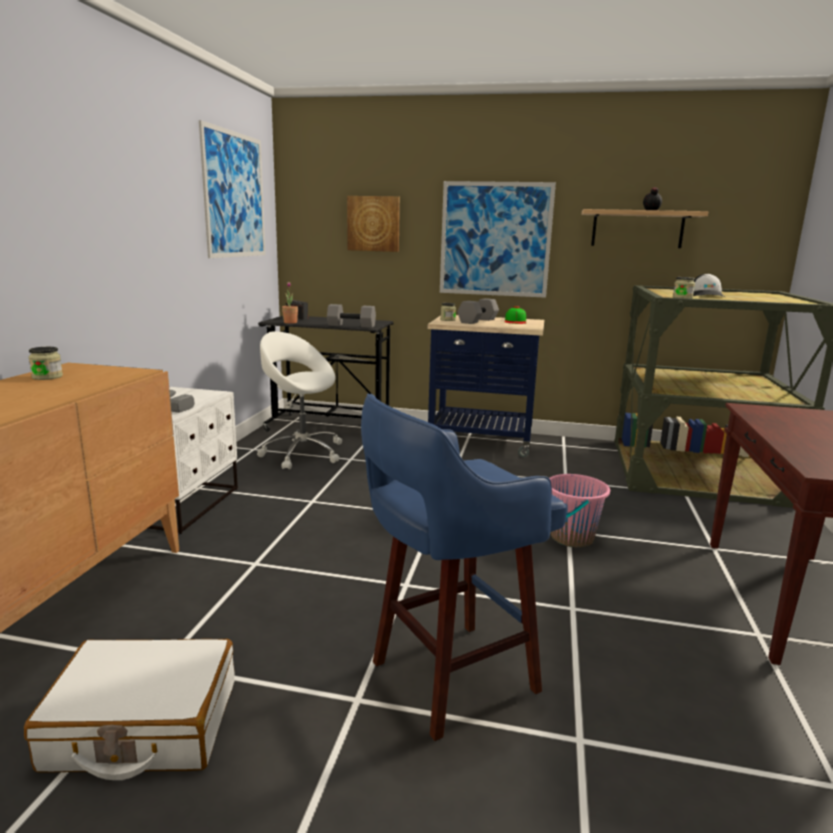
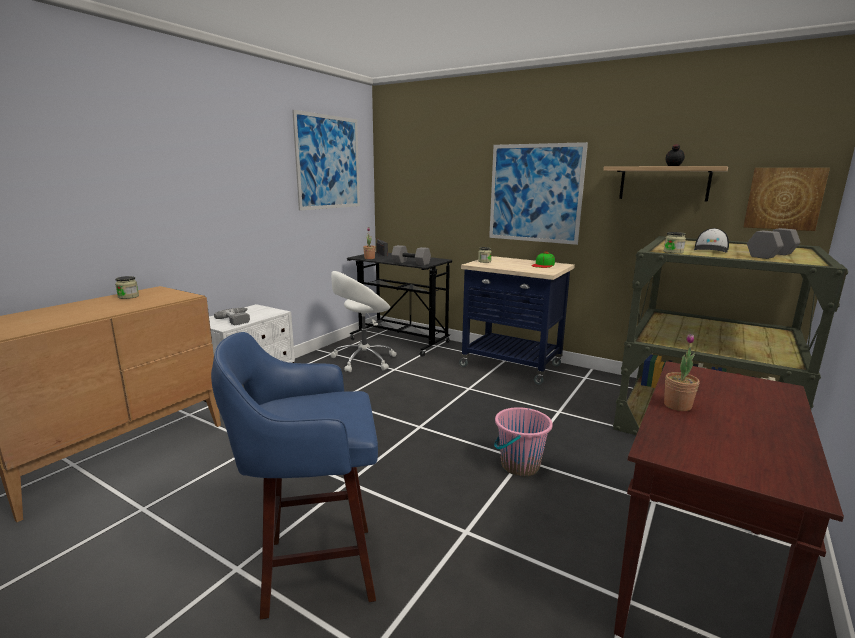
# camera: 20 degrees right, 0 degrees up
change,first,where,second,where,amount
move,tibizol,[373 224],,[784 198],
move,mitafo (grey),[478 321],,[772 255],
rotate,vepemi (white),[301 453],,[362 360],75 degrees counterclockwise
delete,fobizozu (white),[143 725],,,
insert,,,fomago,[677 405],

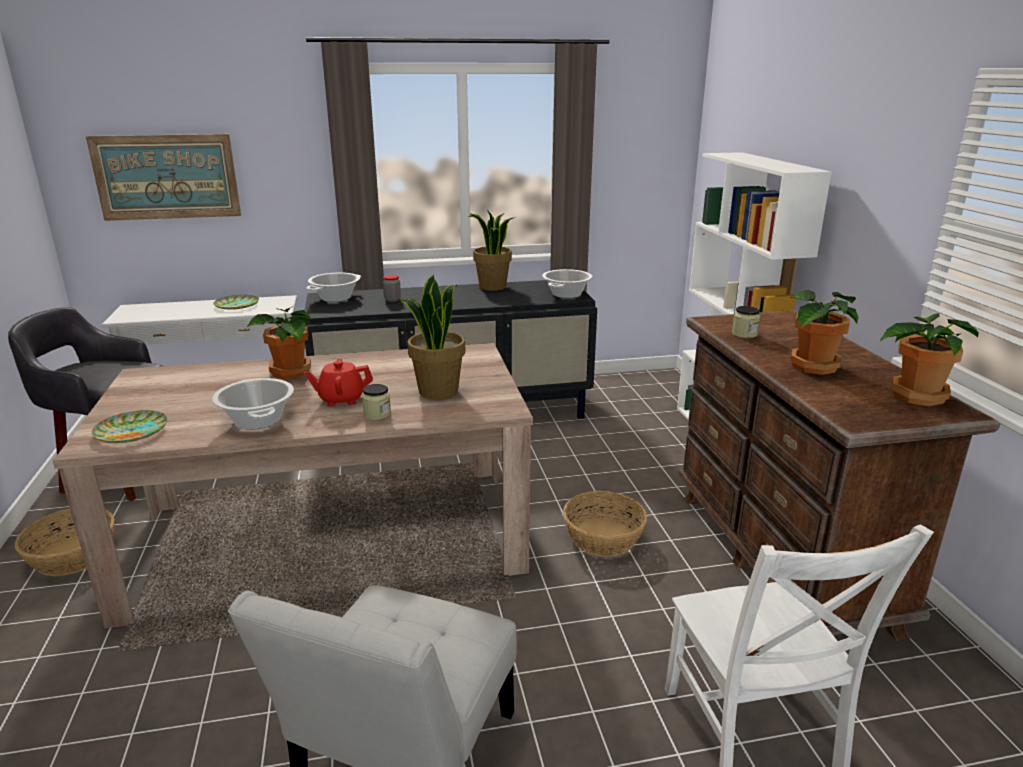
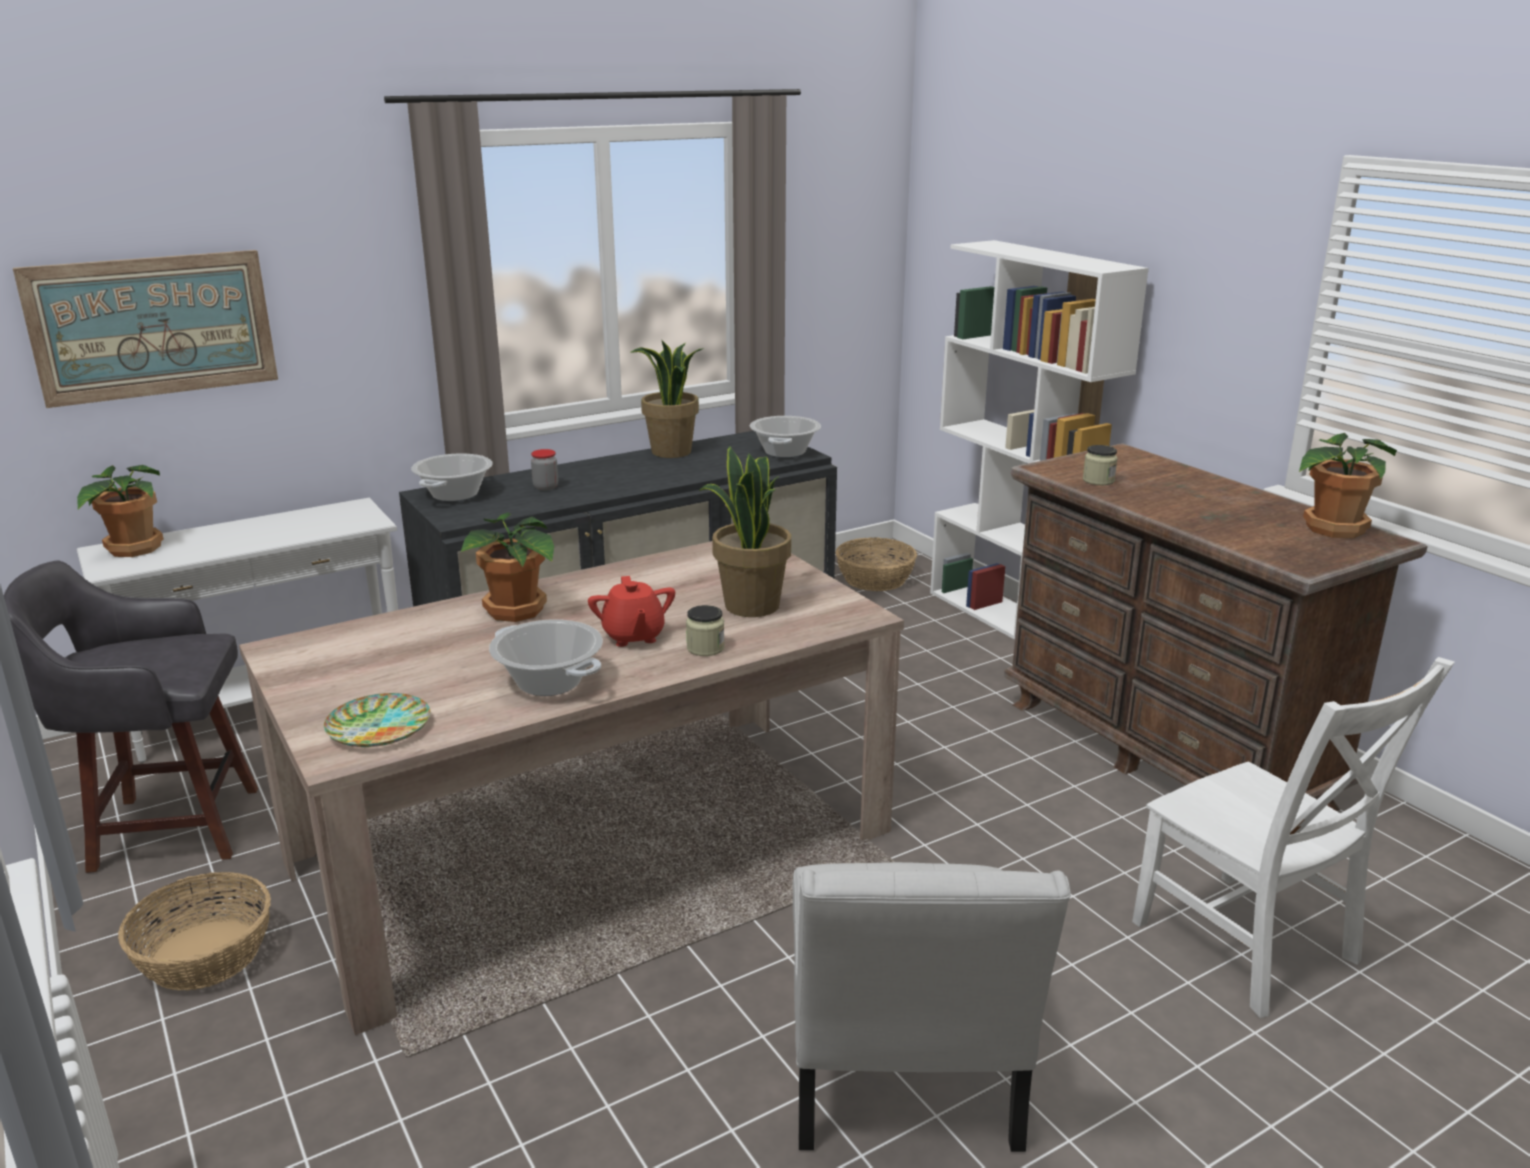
# camera: 20 degrees left, 0 degrees up
change,first,where,second,where,amount
move,fomago,[812 366],,[132 549],
delete,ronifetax,[236 305],,,
rotate,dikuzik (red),[341 399],,[633 636],75 degrees counterclockwise
move,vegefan,[603 537],,[875 579],

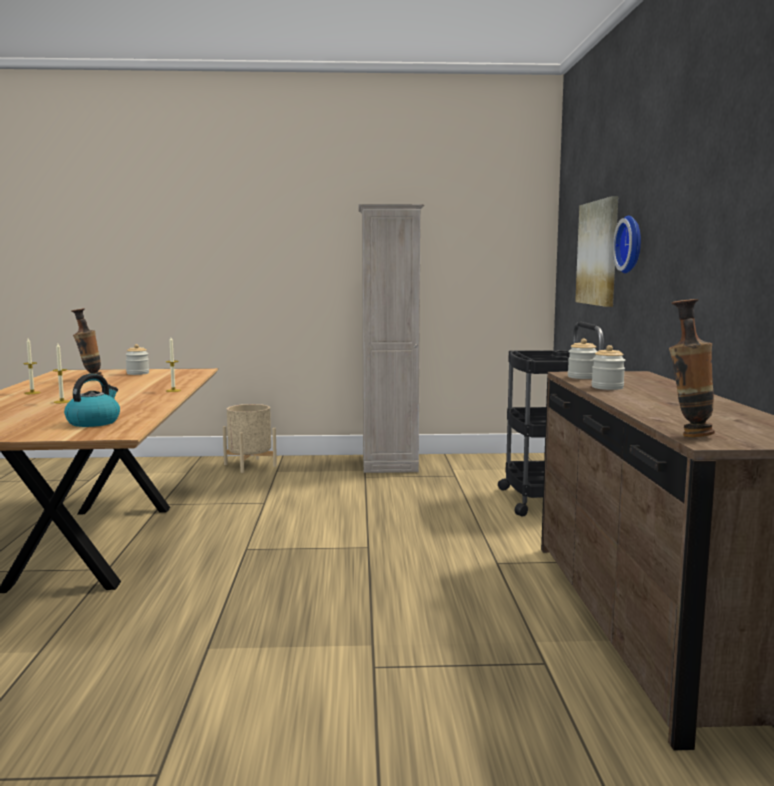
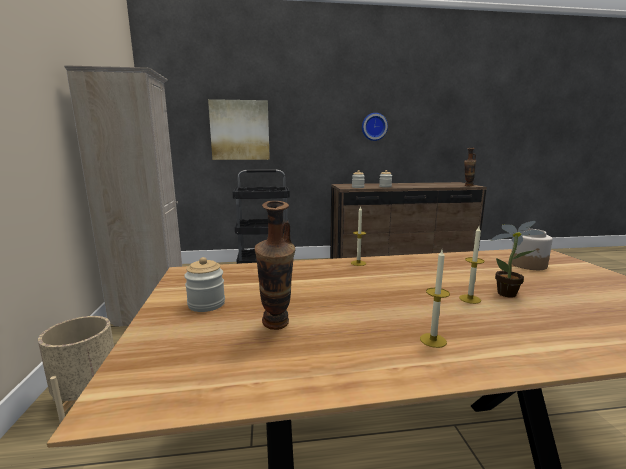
# camera: 95 degrees left, 5 degrees up
change,first,where,second,where,amount
move,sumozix,[632 244],,[374 127],
replace,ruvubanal,[94 422],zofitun,[528 265],
insert,,,fomago,[510 294],

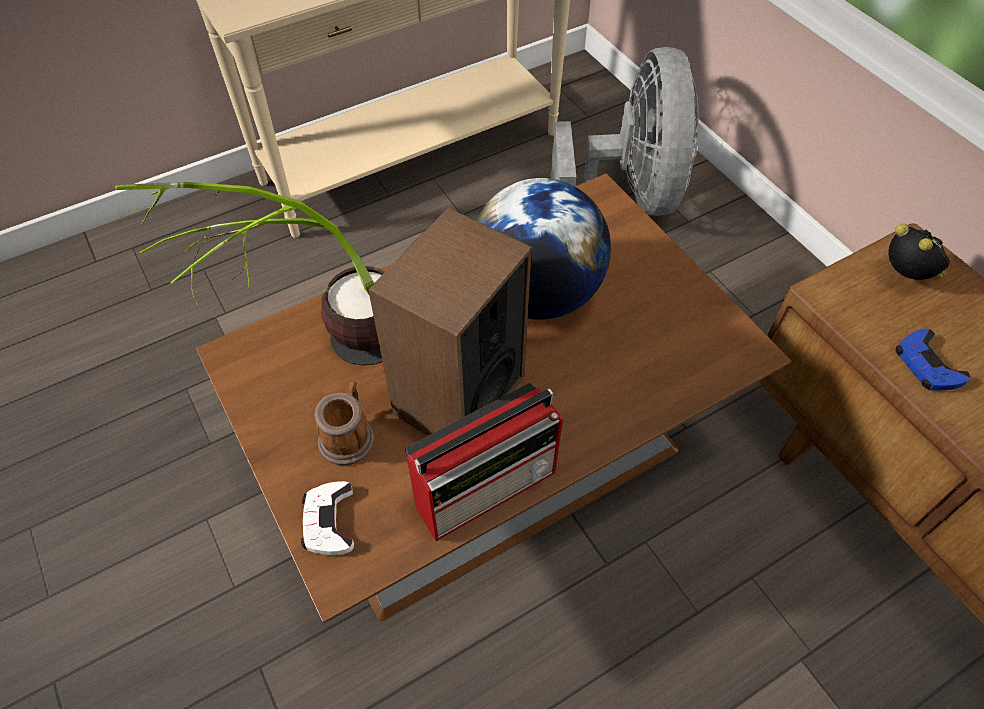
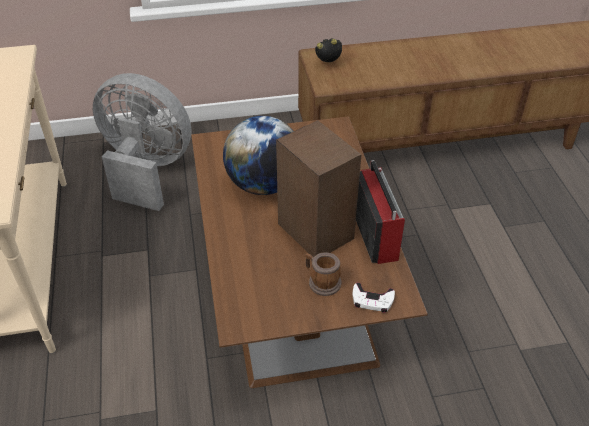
# camera: 70 degrees left, 10 degrees down
change,first,where,second,where,amount
delete,fomago,[324 353],,,
delete,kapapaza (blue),[926 365],,,

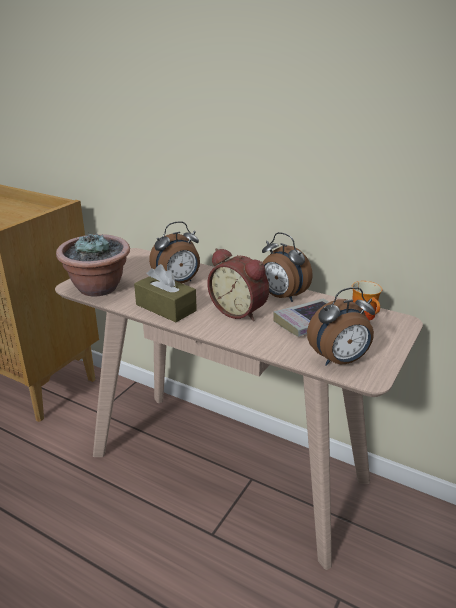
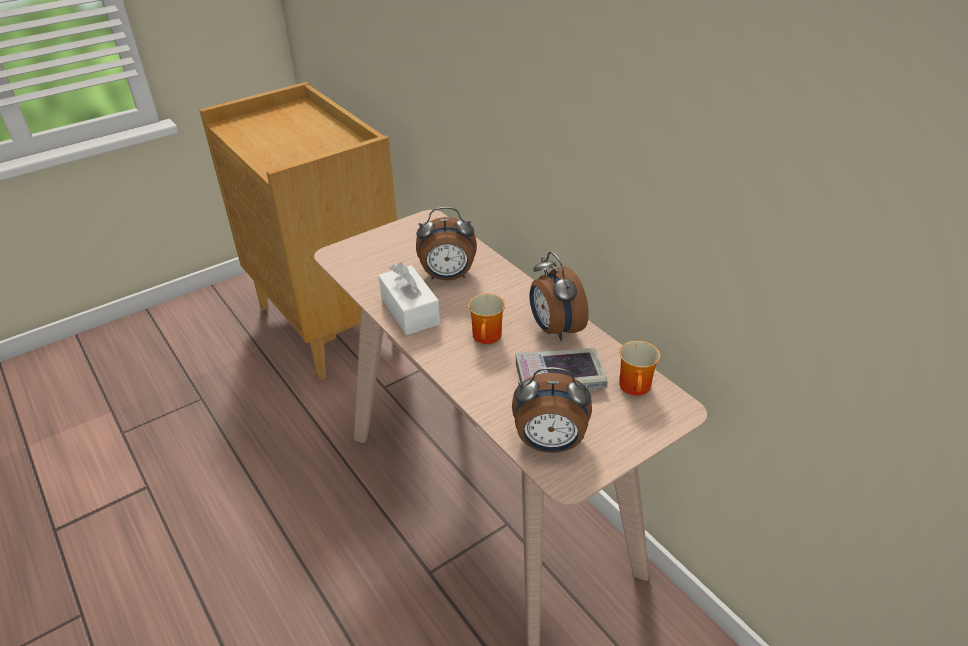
# camera: 25 degrees right, 10 degrees up
change,first,where,second,where,amount
delete,fomago,[98 288],,,
replace,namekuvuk,[240 311],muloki,[489 337],
recolor,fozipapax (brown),[166 308],fozipapax (white),[410 311],

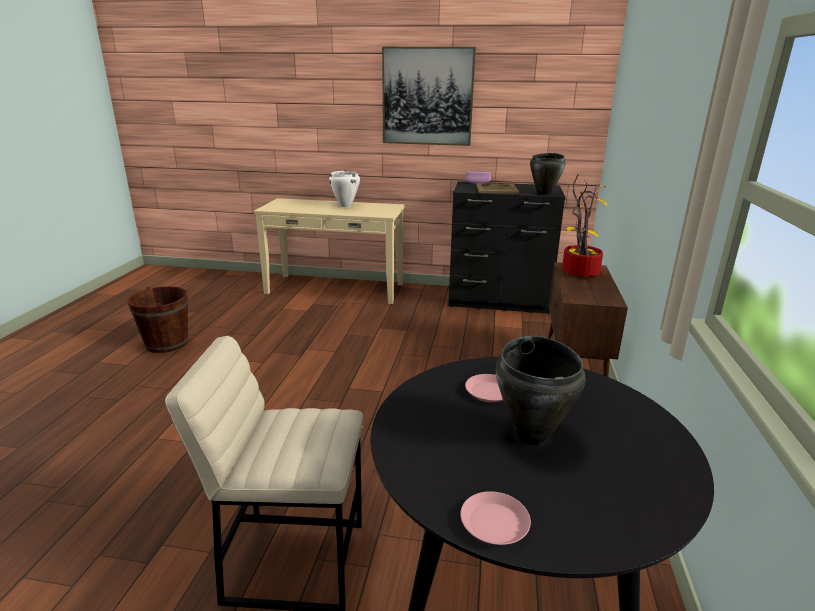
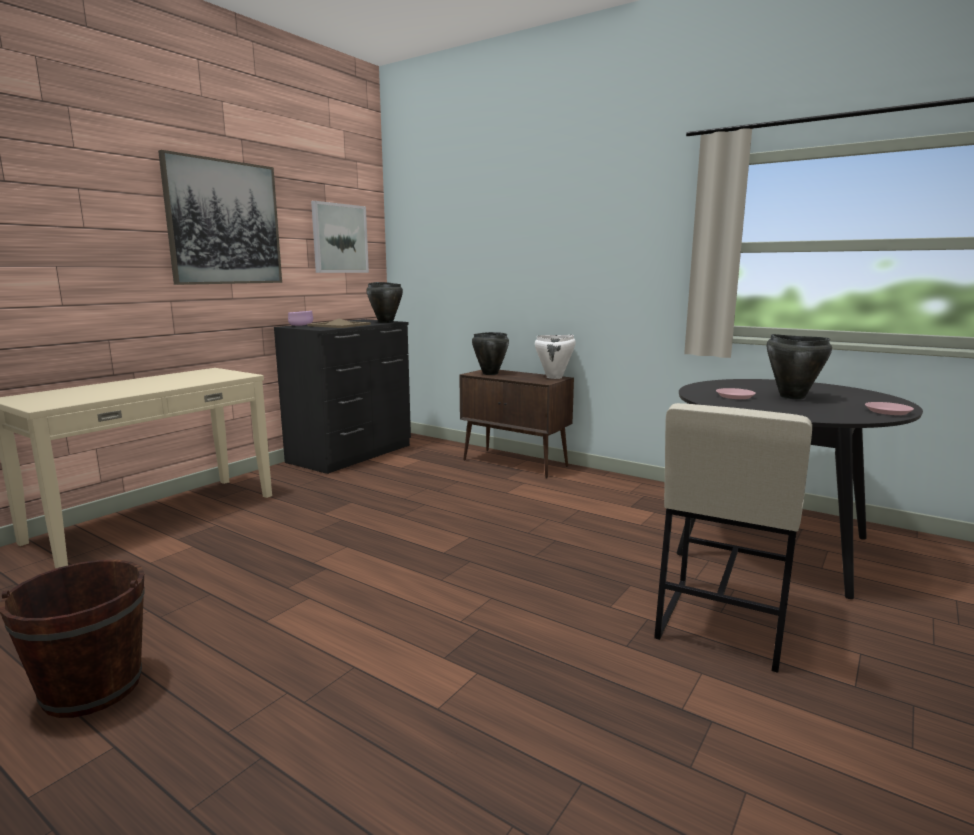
# camera: 65 degrees left, 10 degrees down
change,first,where,second,where,amount
move,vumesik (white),[345 206],,[554 377],
replace,fomago,[577 271],vumesik (black),[490 373],
insert,,,tibizol,[339 238],

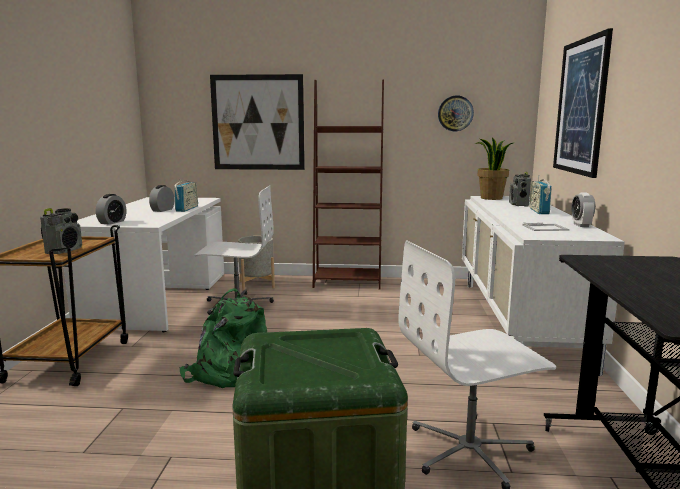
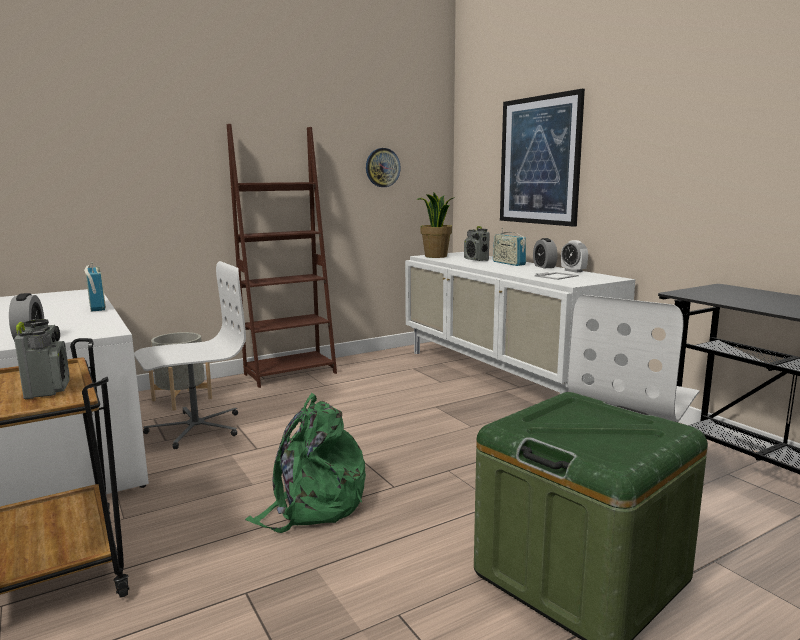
# camera: 35 degrees left, 0 degrees up
change,first,where,second,where,amount
delete,tibizol,[258 122],,,
move,namekuvuk,[162 210],,[544 266],

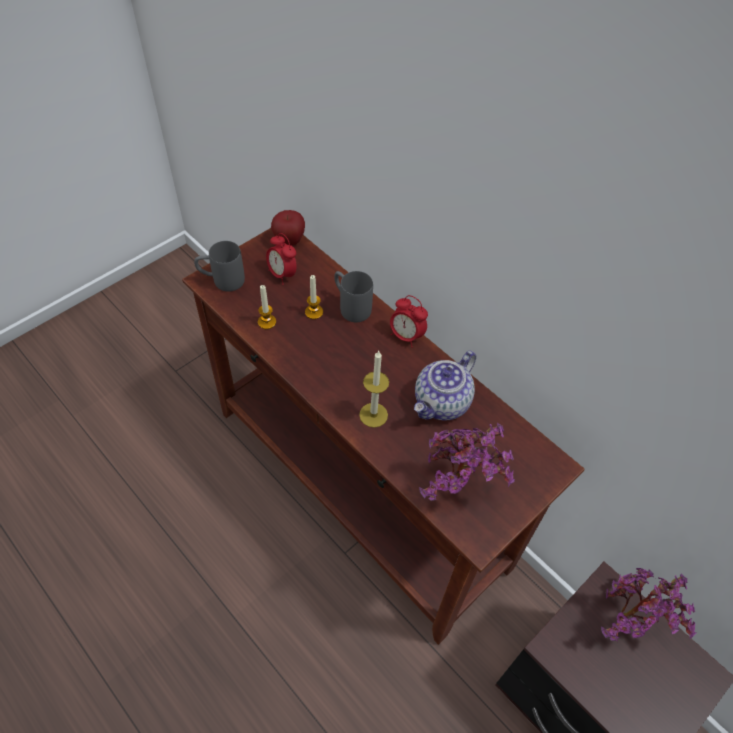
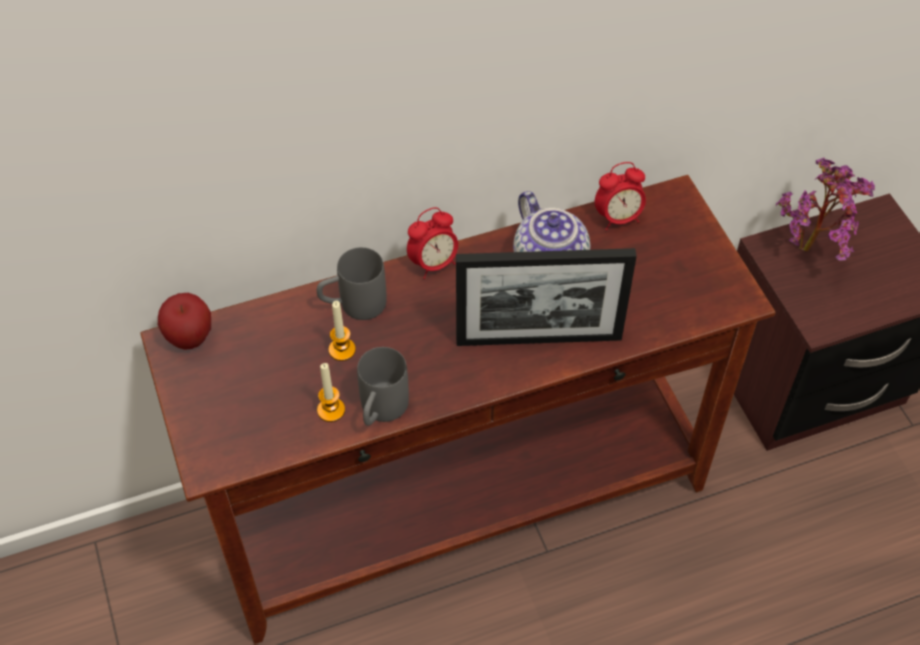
# camera: 65 degrees left, 0 degrees up
change,first,where,second,where,amount
move,namekuvuk,[282 274],,[618 218],
move,muloki (grey),[221 280],,[380 412],
replace,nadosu,[373 415],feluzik,[538 339],
delete,fomago,[458 488],,,

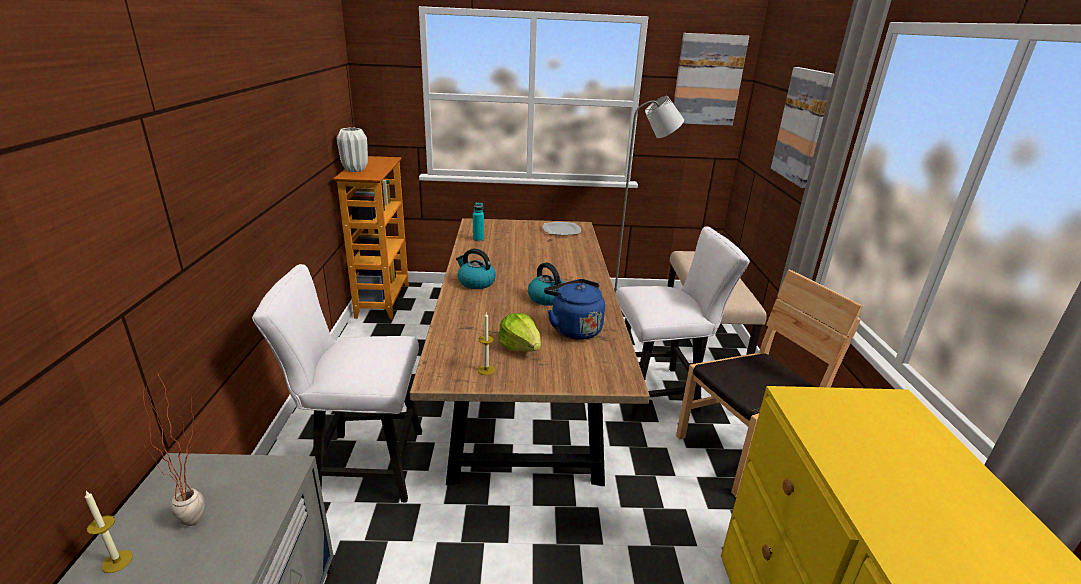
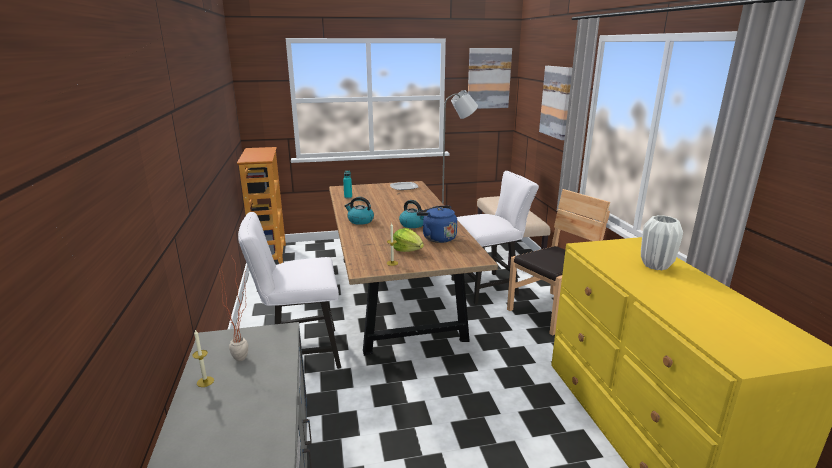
# camera: 10 degrees left, 5 degrees down
change,first,where,second,where,amount
move,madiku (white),[355 170],,[656 266],

